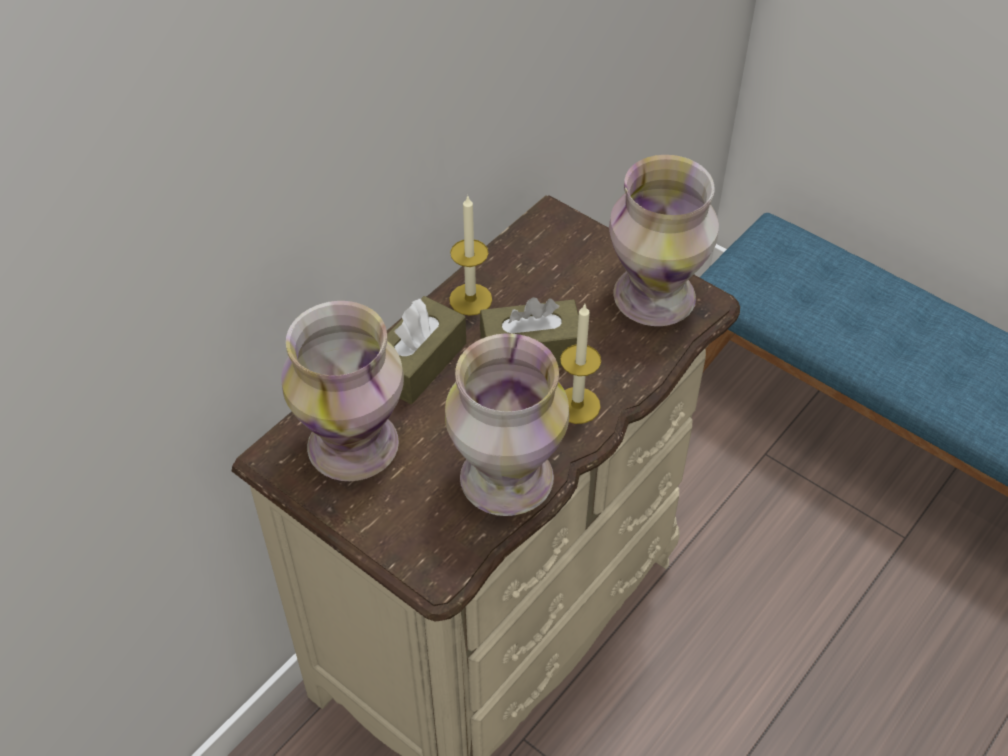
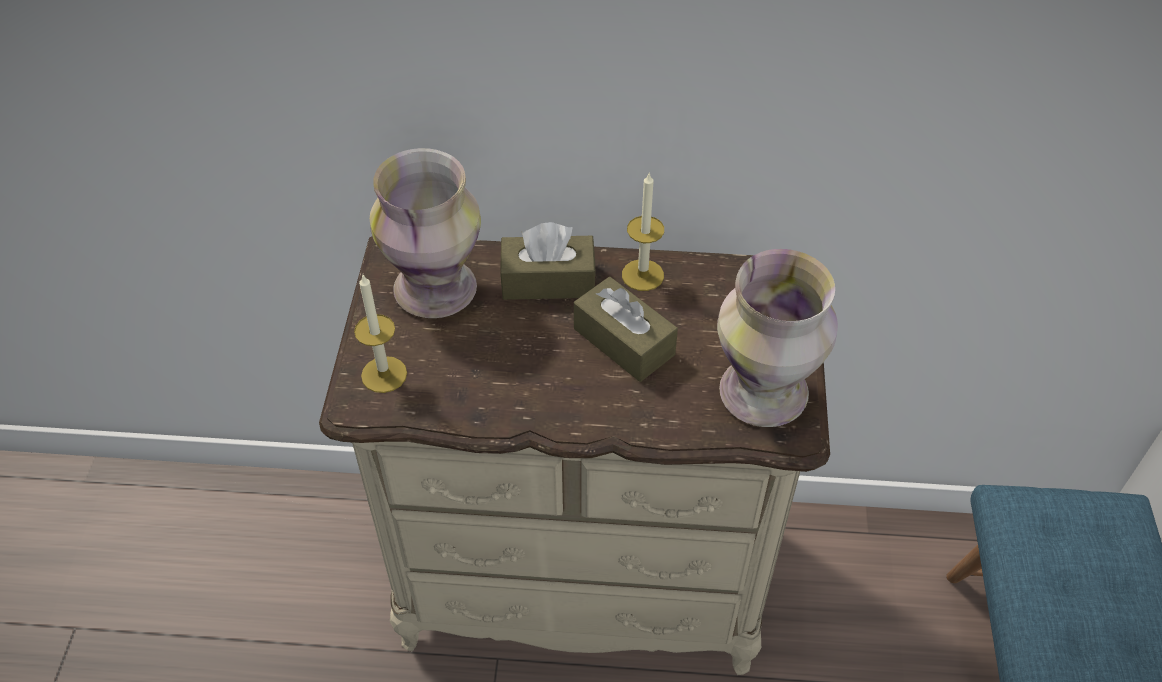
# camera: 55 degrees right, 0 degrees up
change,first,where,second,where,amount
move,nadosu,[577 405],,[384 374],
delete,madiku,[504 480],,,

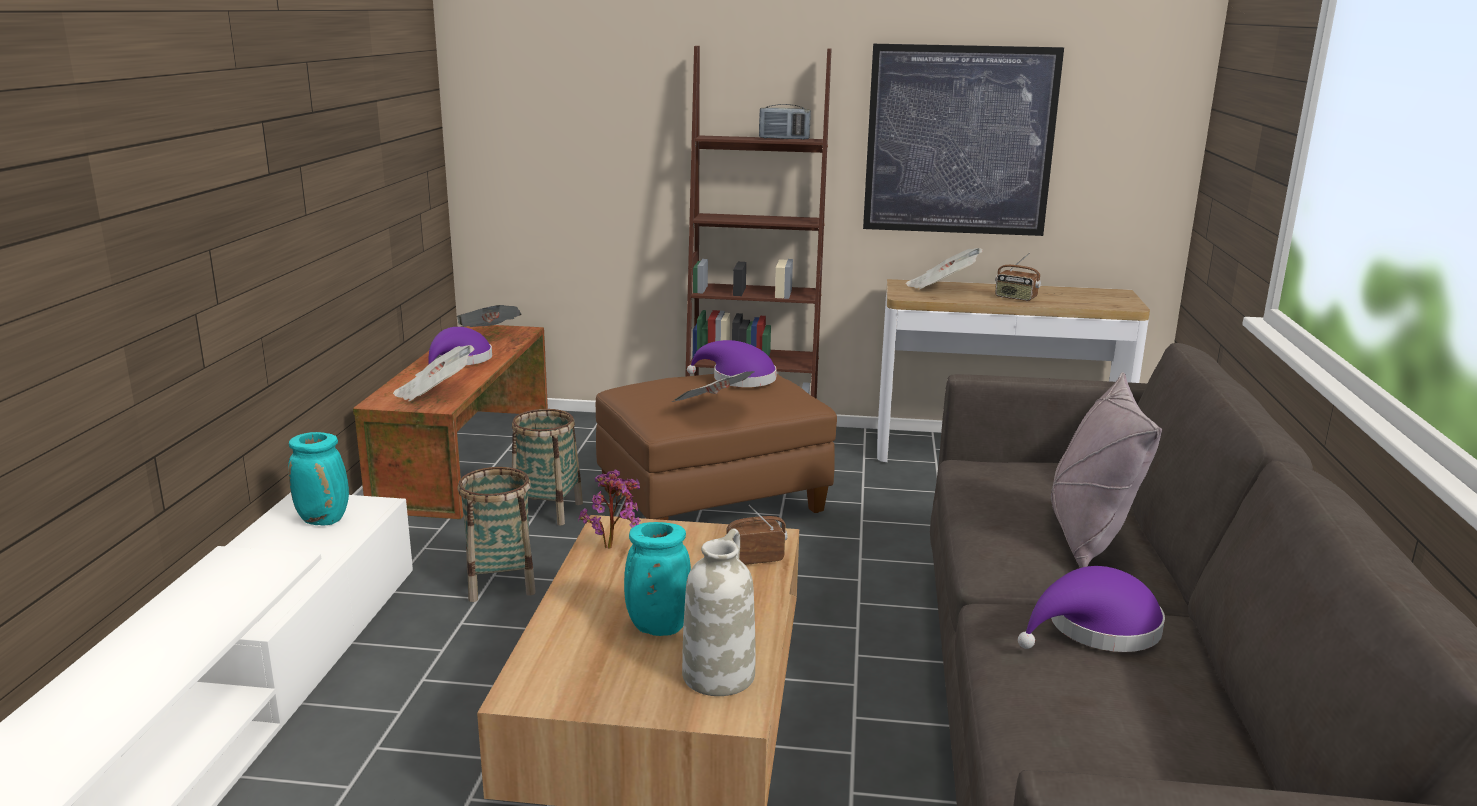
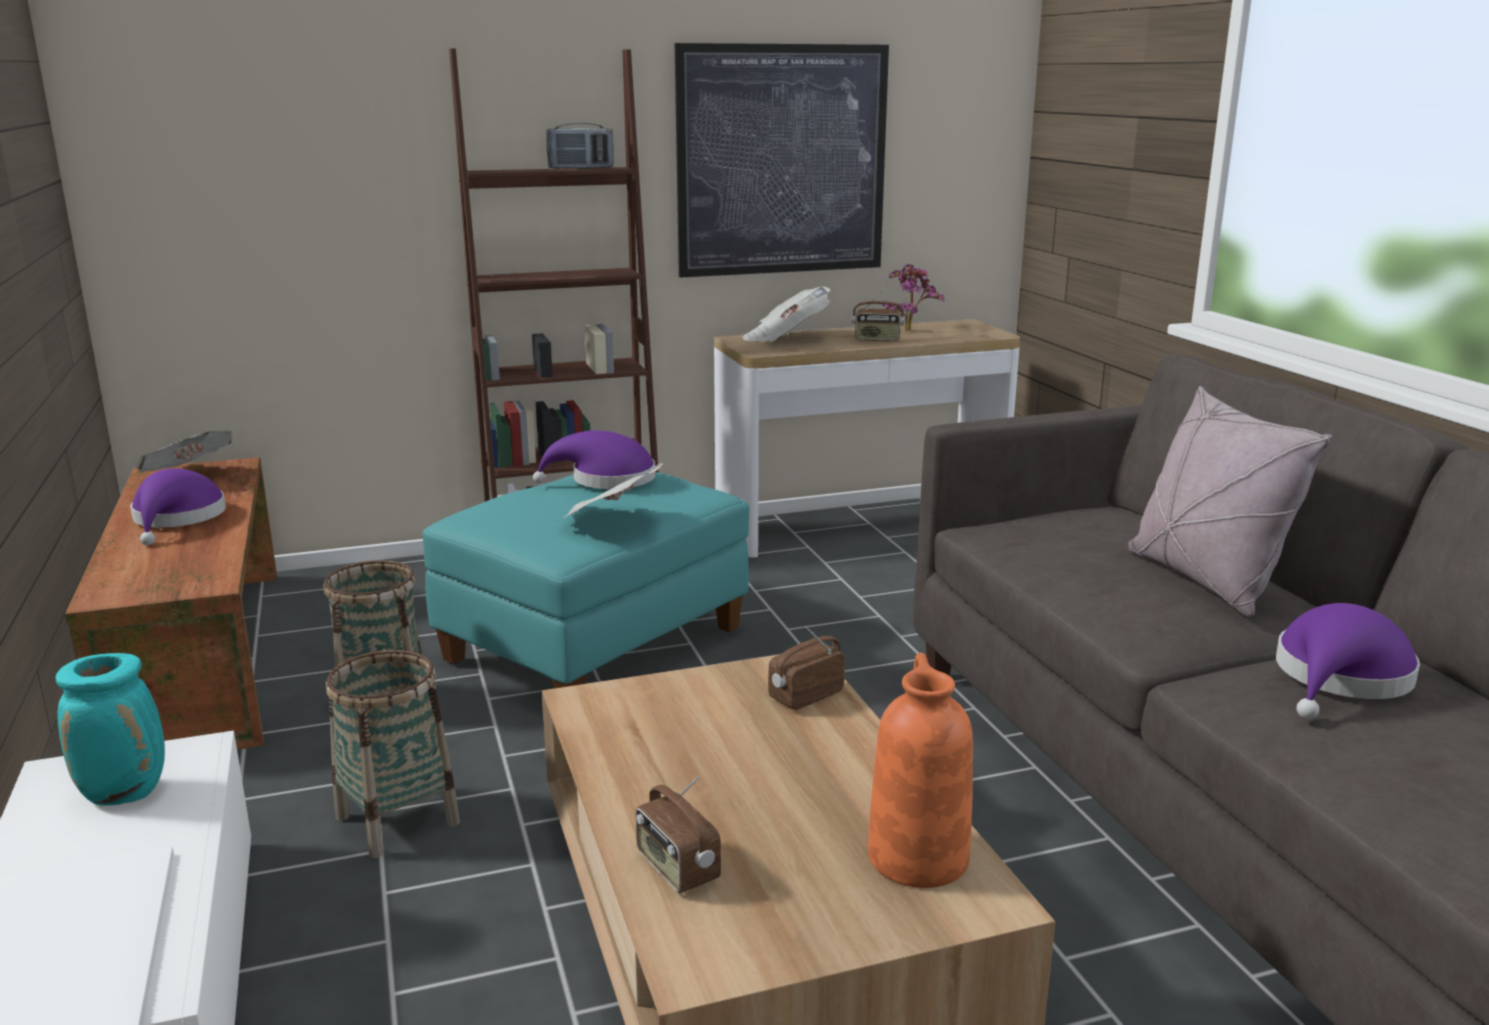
# camera: 25 degrees left, 0 degrees up
change,first,where,second,where,amount
delete,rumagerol,[434 393],,,
recolor,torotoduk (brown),[712 502],torotoduk (turquoise),[594 645],
move,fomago,[614 547],,[909 330],
delete,madiku (turquoise),[656 628],,,
recolor,madiku (white),[718 675],madiku (orange),[916 856],
insert,,,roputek,[676 868],

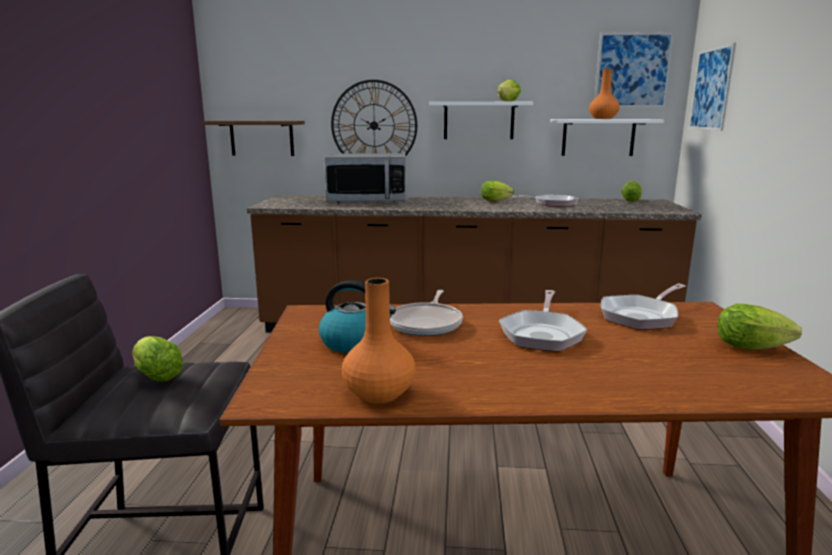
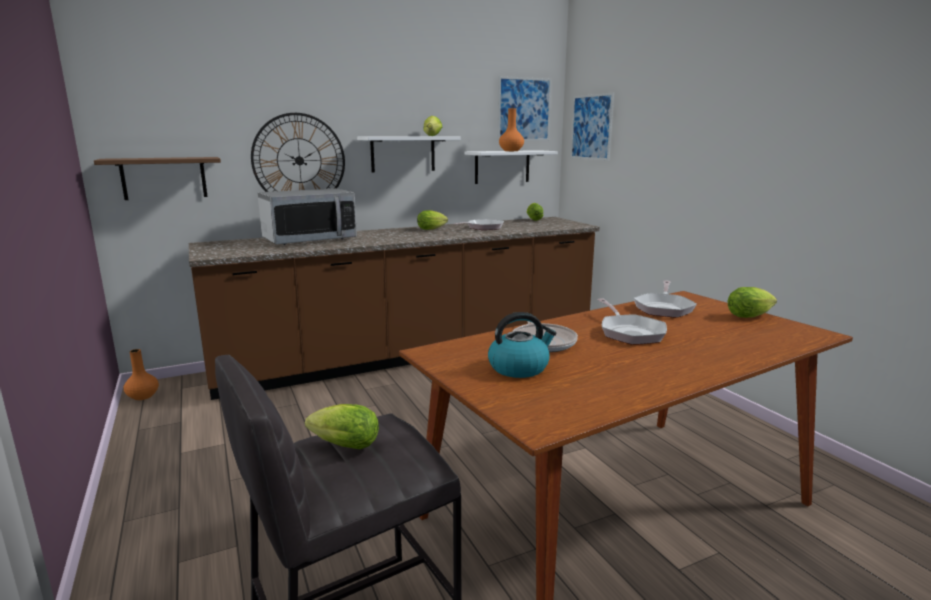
# camera: 30 degrees left, 0 degrees up
change,first,where,second,where,amount
move,madiku (orange),[380 393],,[143 396],

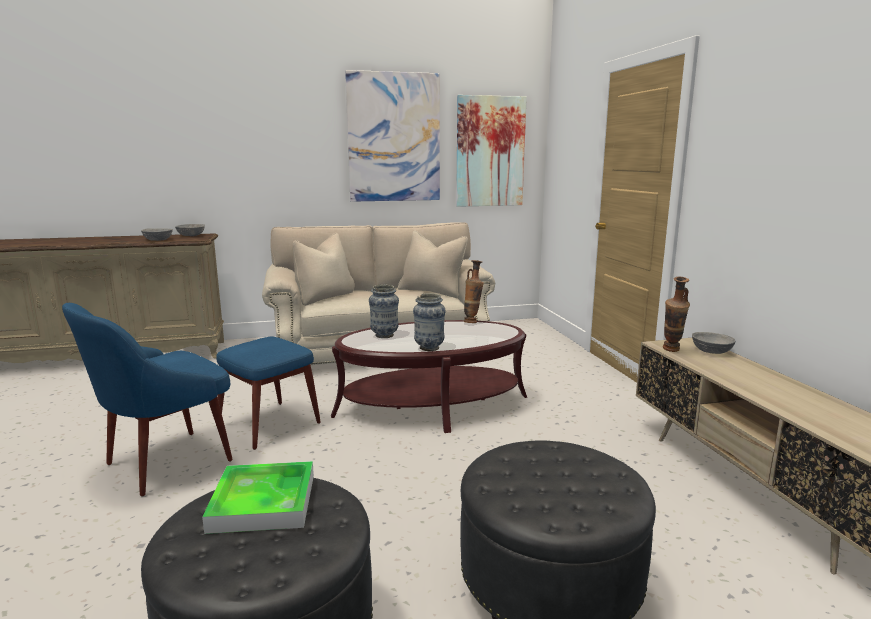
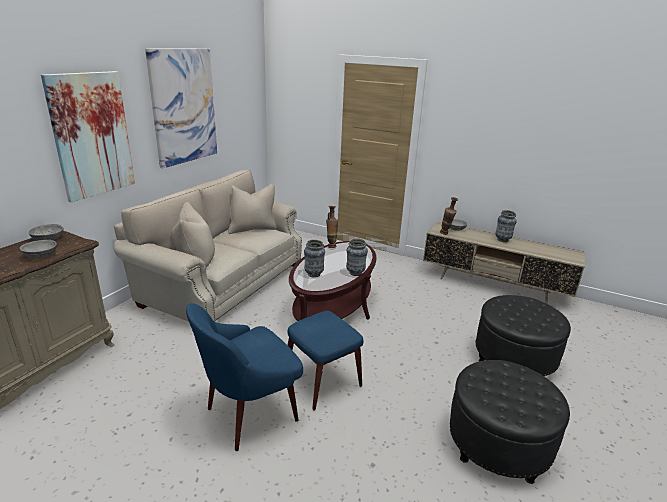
# camera: 50 degrees left, 10 degrees up
change,first,where,second,where,amount
move,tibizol,[490 152],,[92 135],
rotate,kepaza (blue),[206 448],,[277 402],60 degrees clockwise
delete,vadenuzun,[263 502],,,
insert,,,madiku,[502 240],

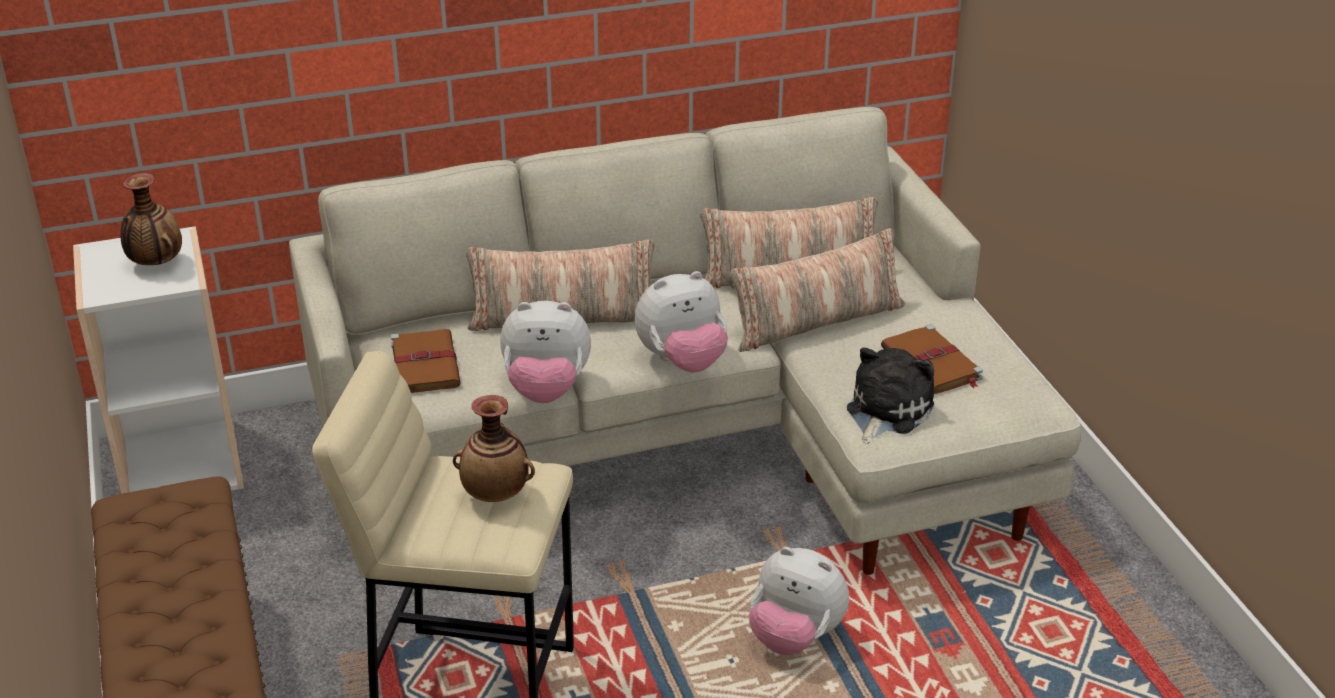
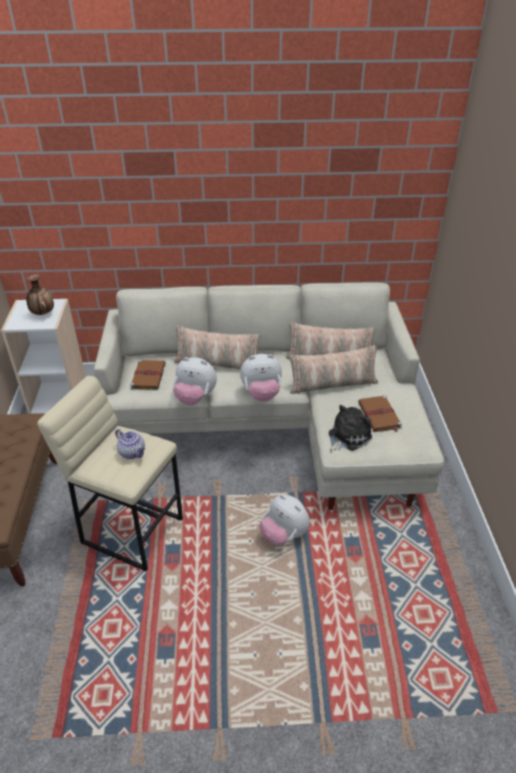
# camera: 15 degrees right, 5 degrees up
change,first,where,second,where,amount
replace,madiku,[496 494],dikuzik,[133 452],

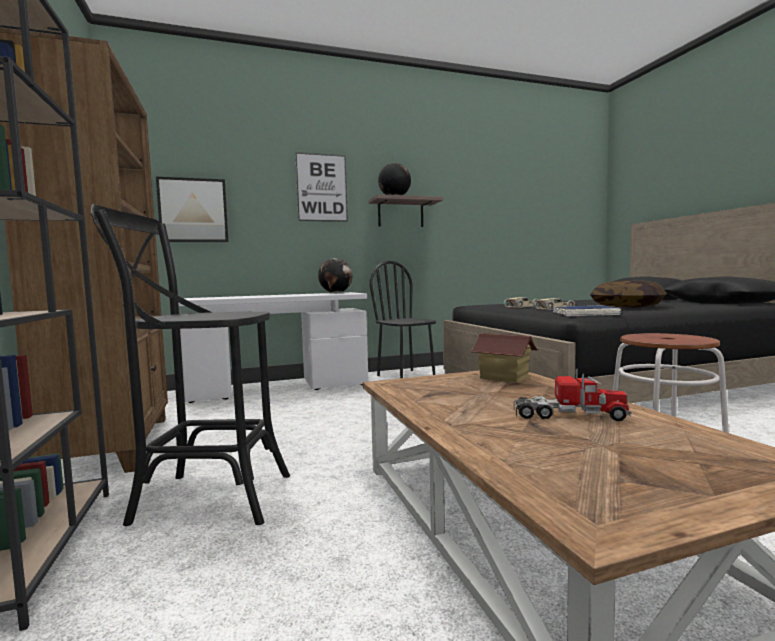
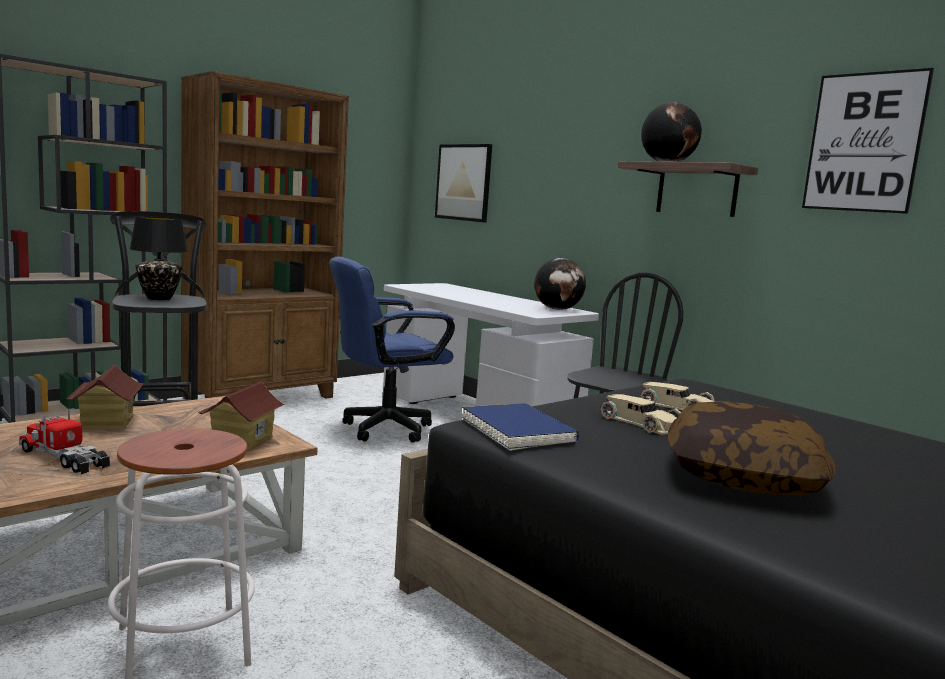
# camera: 65 degrees right, 5 degrees up
change,first,where,second,where,amount
move,tibizol,[322 188],,[864 142],
rotate,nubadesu,[568 415],,[64 458],135 degrees clockwise
insert,,,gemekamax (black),[158 298],
insert,,,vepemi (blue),[383 431],
insert,,,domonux,[107 423],

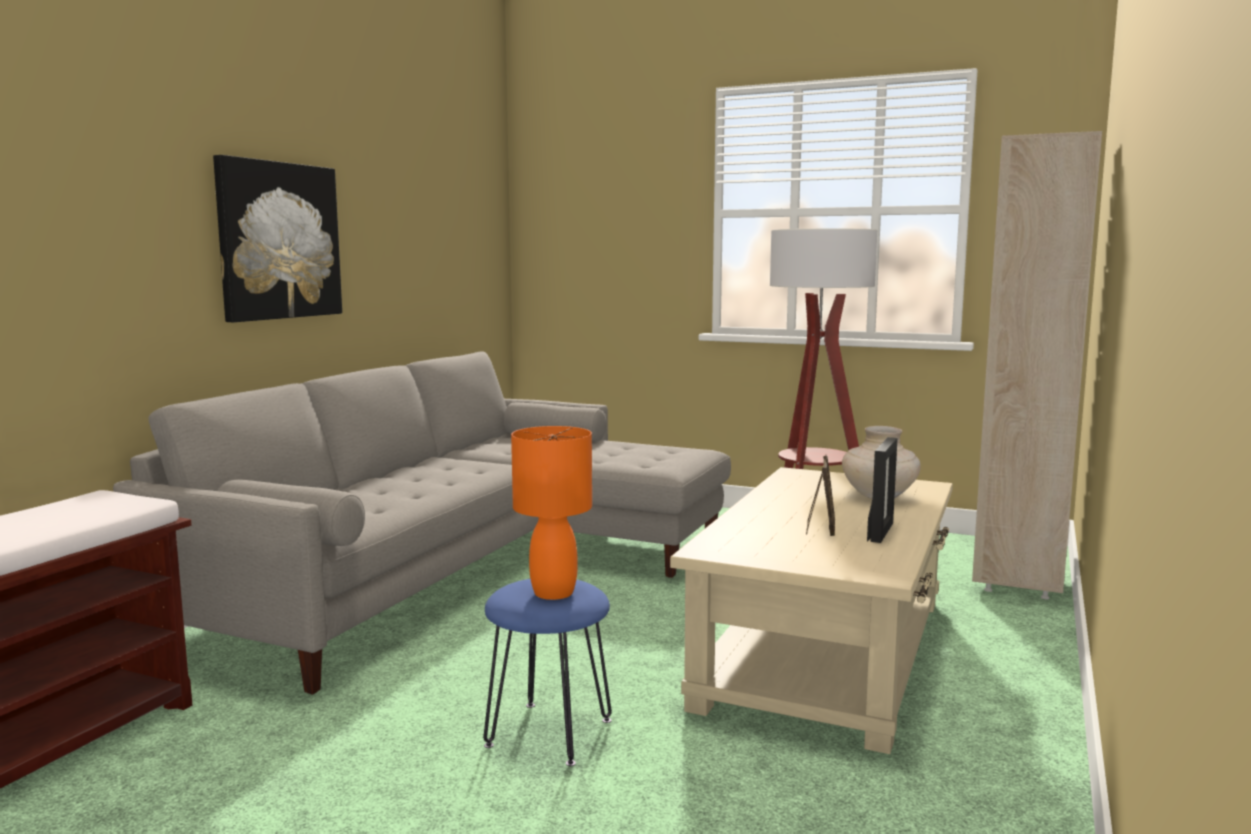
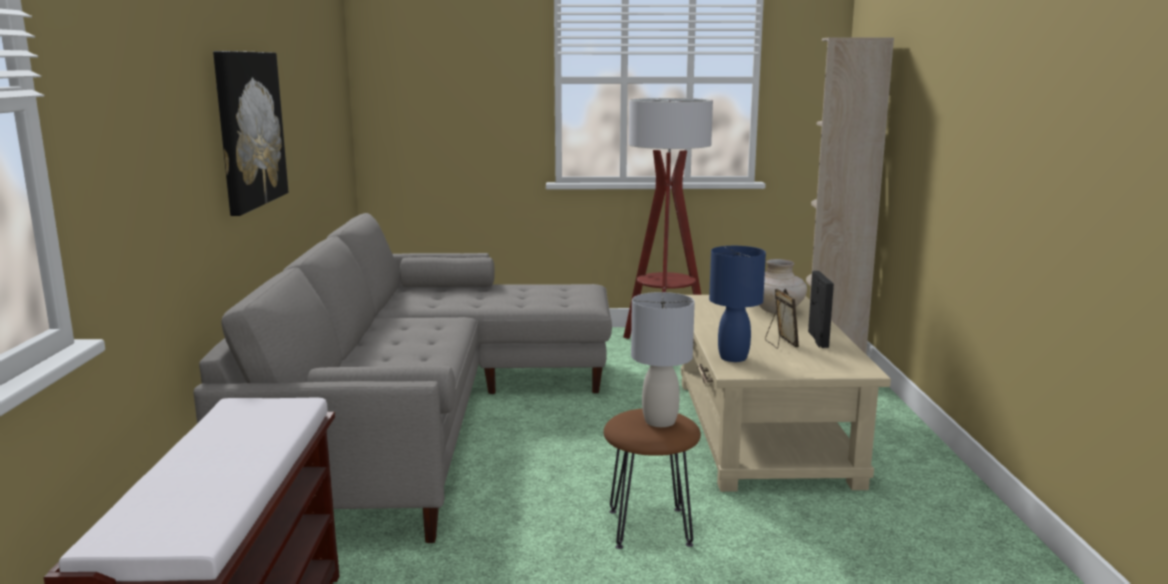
# camera: 25 degrees left, 5 degrees up
change,first,where,second,where,amount
recolor,gemekamax (orange),[554 593],gemekamax (grey),[660 421],
recolor,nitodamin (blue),[549 732],nitodamin (brown),[650 527],
insert,,,gemekamax (blue),[732 358],

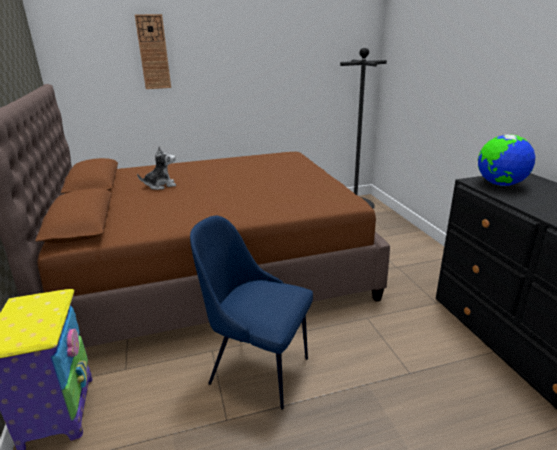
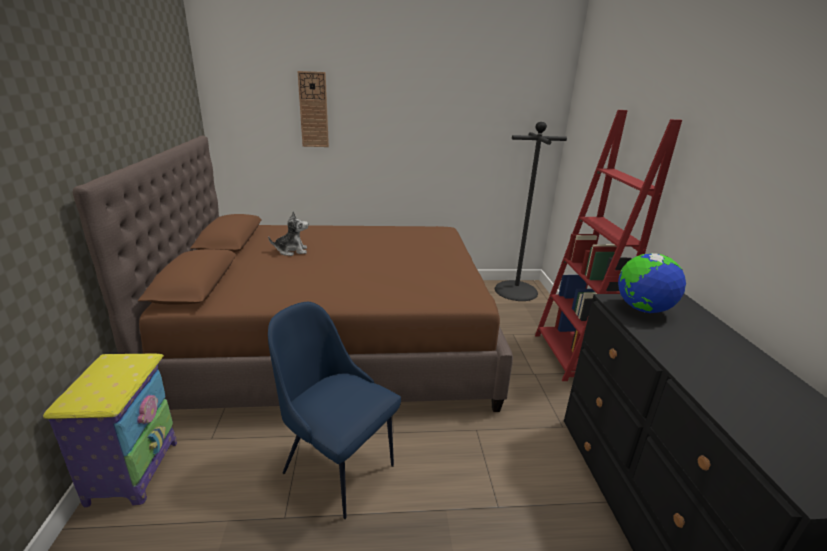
# camera: 10 degrees right, 0 degrees up
change,first,where,second,where,amount
insert,,,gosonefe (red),[570 356],

